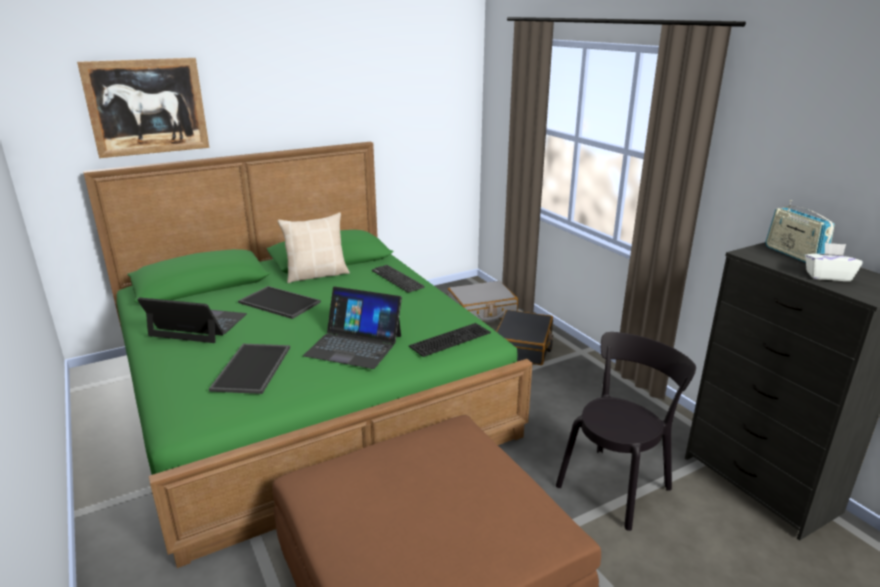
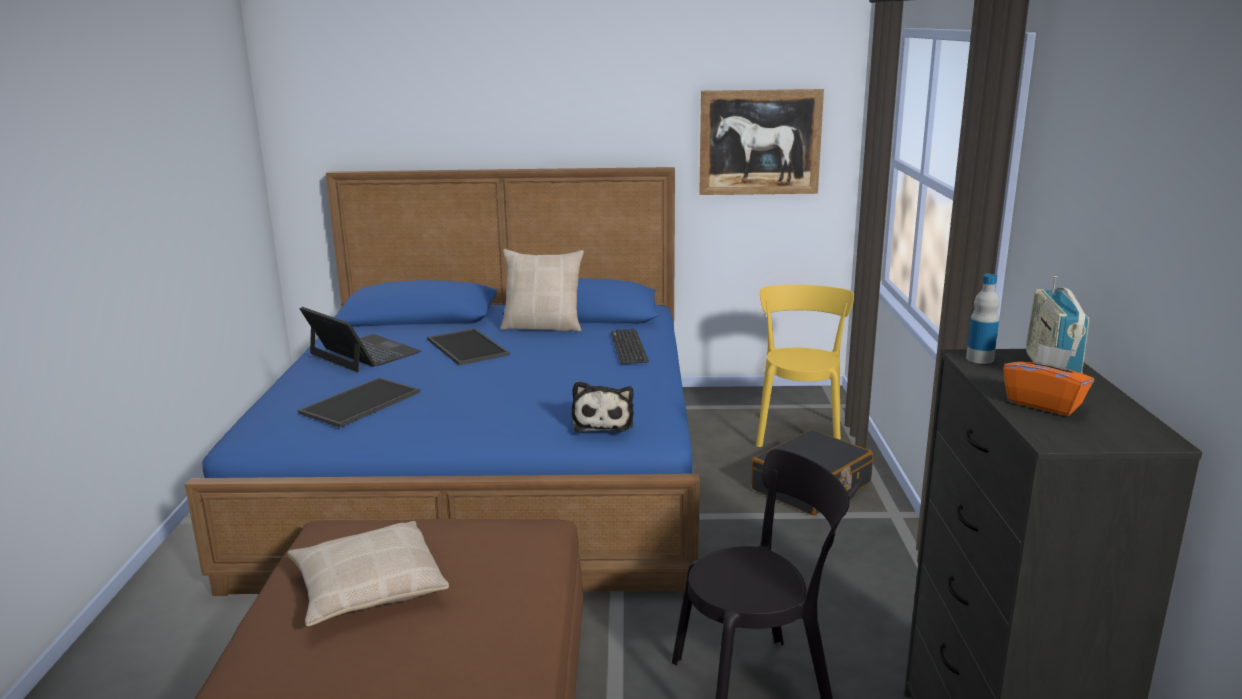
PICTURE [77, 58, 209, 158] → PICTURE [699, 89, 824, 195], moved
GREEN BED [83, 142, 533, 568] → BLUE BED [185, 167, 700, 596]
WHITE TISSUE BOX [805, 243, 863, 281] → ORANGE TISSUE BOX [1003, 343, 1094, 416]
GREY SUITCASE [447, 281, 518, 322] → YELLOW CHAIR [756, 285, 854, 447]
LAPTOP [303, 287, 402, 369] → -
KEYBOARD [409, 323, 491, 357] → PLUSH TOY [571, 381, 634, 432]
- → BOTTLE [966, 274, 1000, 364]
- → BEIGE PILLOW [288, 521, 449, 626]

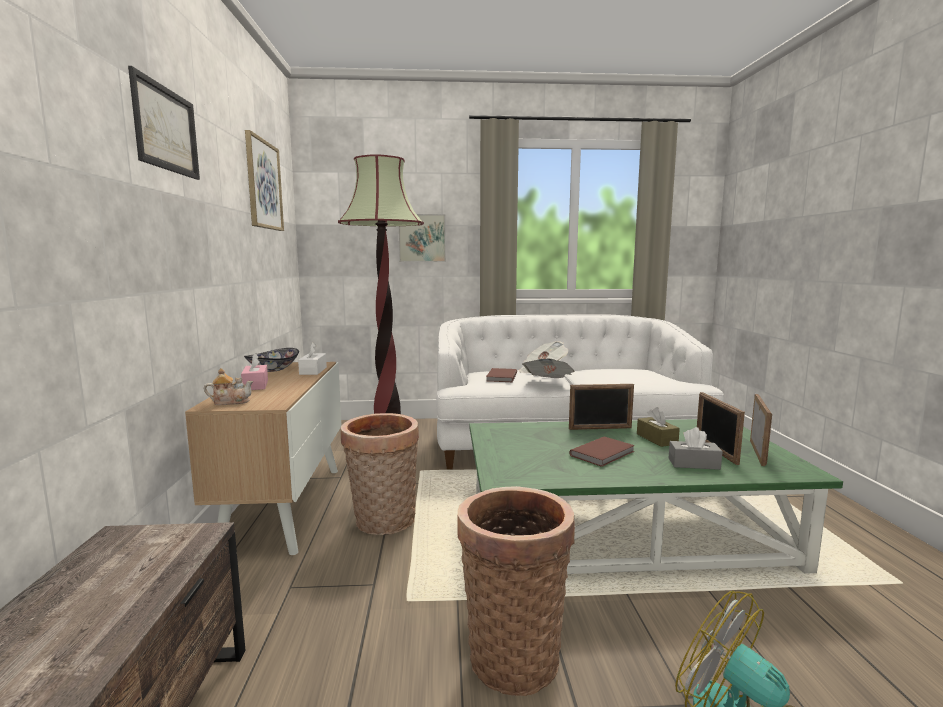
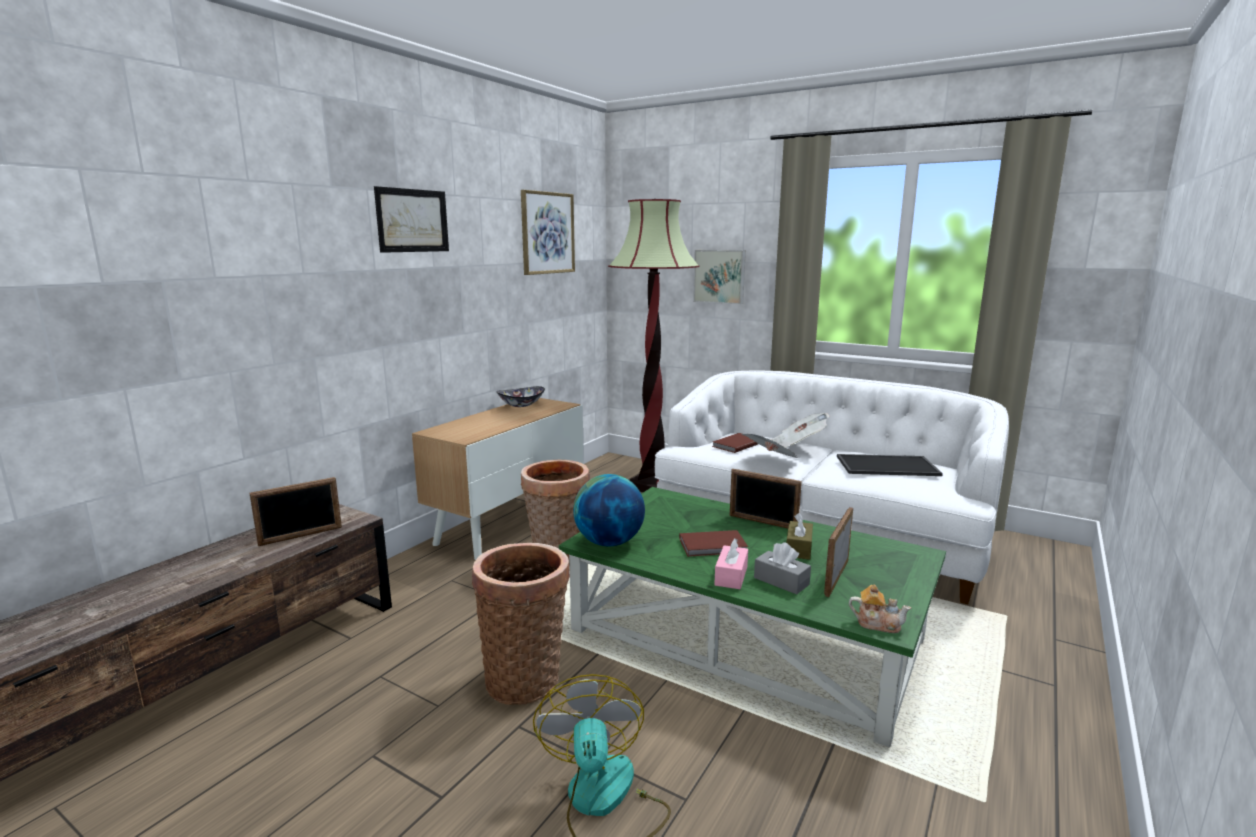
WHITE TISSUE BOX [298, 342, 327, 375] → -
PINK TISSUE BOX [241, 353, 268, 390] → PINK TISSUE BOX [714, 538, 748, 589], moved
TEAPOT [204, 368, 253, 405] → TEAPOT [849, 584, 911, 633], moved
PICTURE FRAME [750, 394, 772, 466] → PICTURE FRAME [249, 477, 342, 546], moved
- → TRAY [837, 454, 943, 476]
- → GLOBE [573, 474, 645, 546]

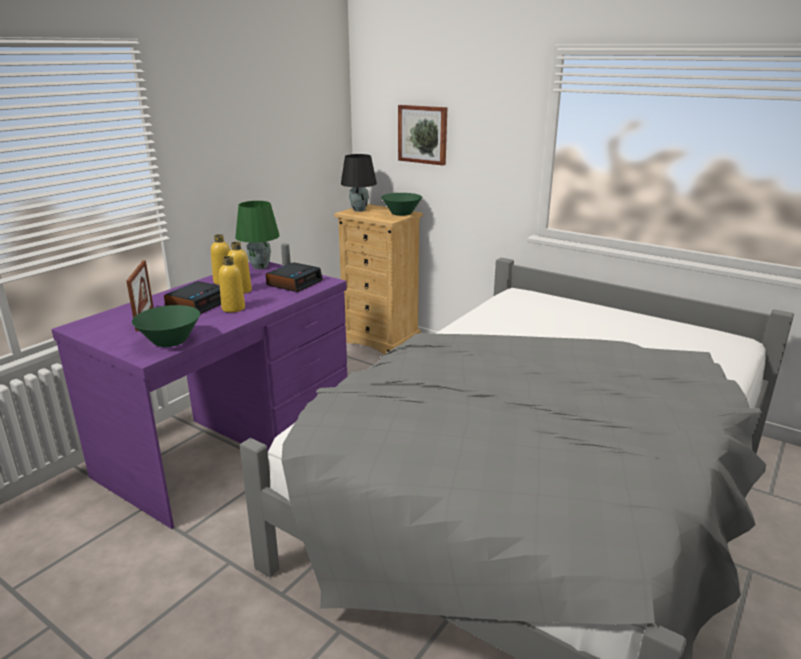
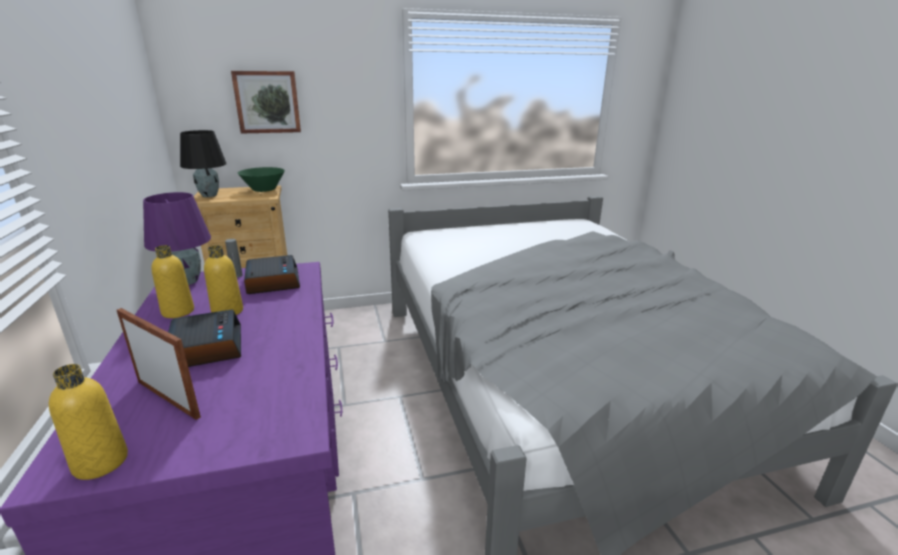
GREEN TABLE LAMP [235, 201, 279, 269] → PURPLE TABLE LAMP [143, 192, 211, 285]
YELLOW BOTTLE [219, 256, 245, 312] → YELLOW BOTTLE [49, 364, 128, 480], moved
GREEN BOWL [132, 305, 200, 347] → -

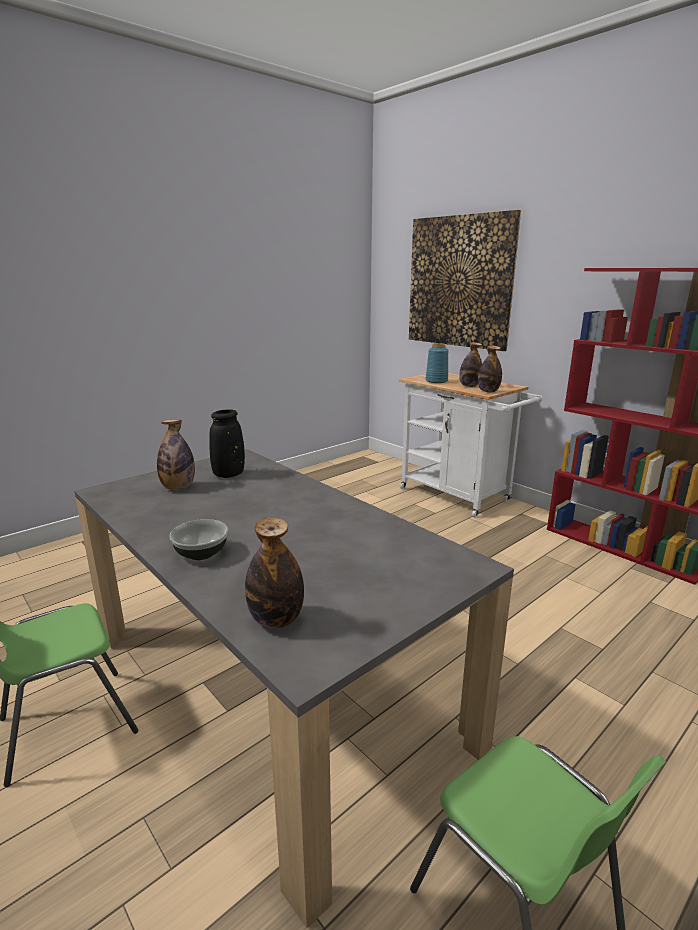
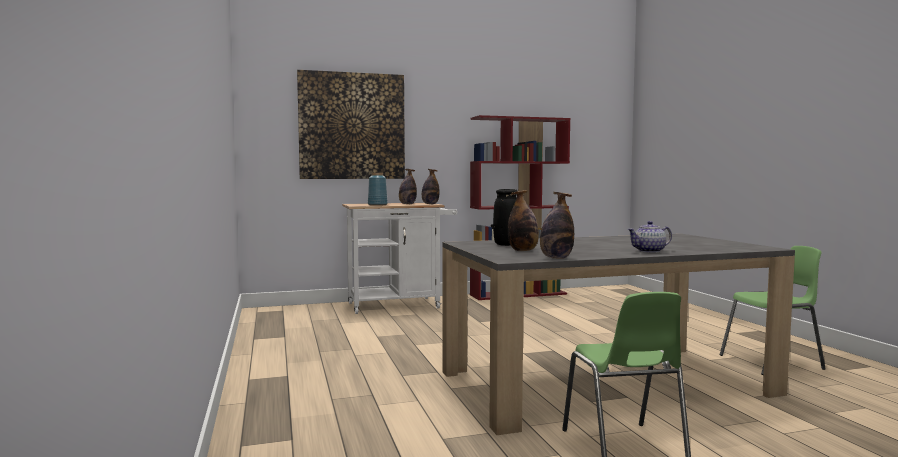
BOTTLE [245, 517, 304, 628] → BOTTLE [540, 192, 574, 259], moved
BOWL [169, 519, 228, 560] → TEAPOT [627, 221, 672, 253]

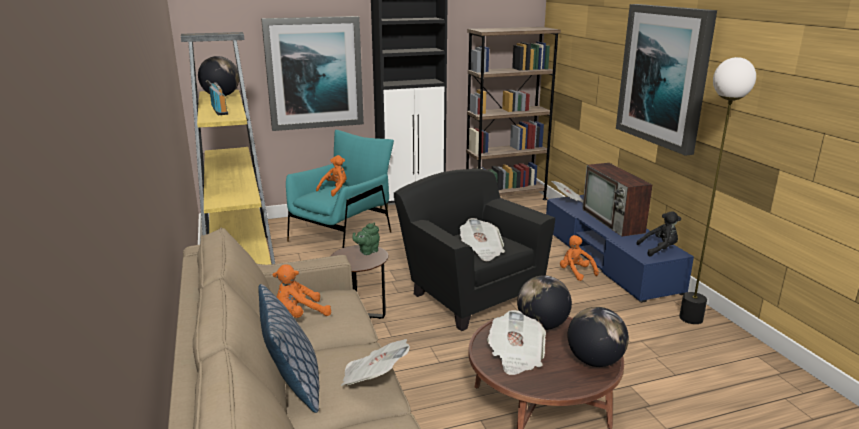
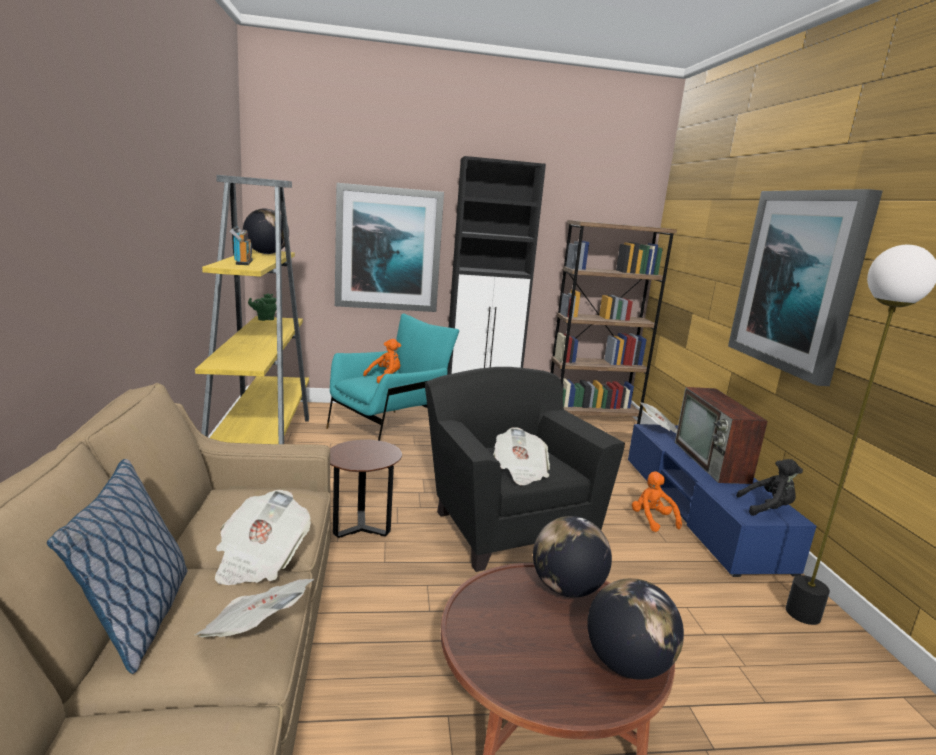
GREEN TEAPOT [352, 223, 380, 255] → GREEN TEAPOT [248, 294, 276, 321], moved
ORANGE PLUSH TOY [273, 264, 331, 318] → -
NEWSPAPER [487, 310, 546, 375] → NEWSPAPER [215, 490, 311, 585], moved

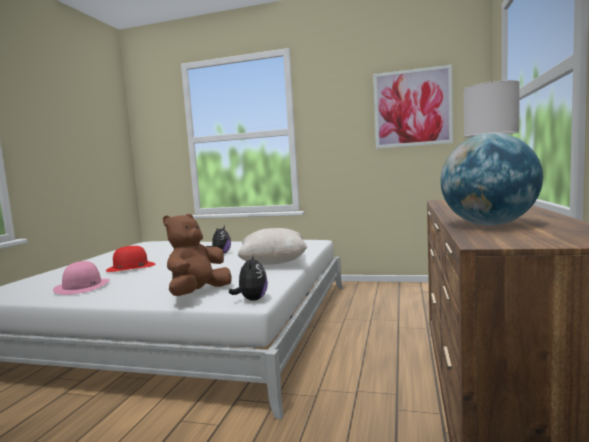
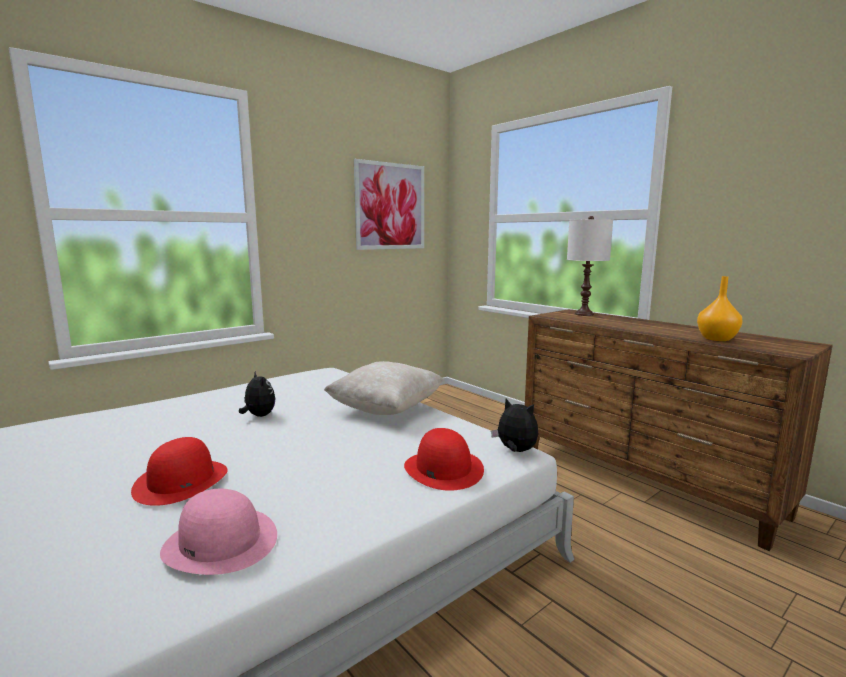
GLOBE [441, 133, 543, 226] → ORANGE VASE [697, 276, 743, 341]
BROWN PLUSH TOY [163, 214, 232, 296] → RED HAT [404, 428, 484, 491]

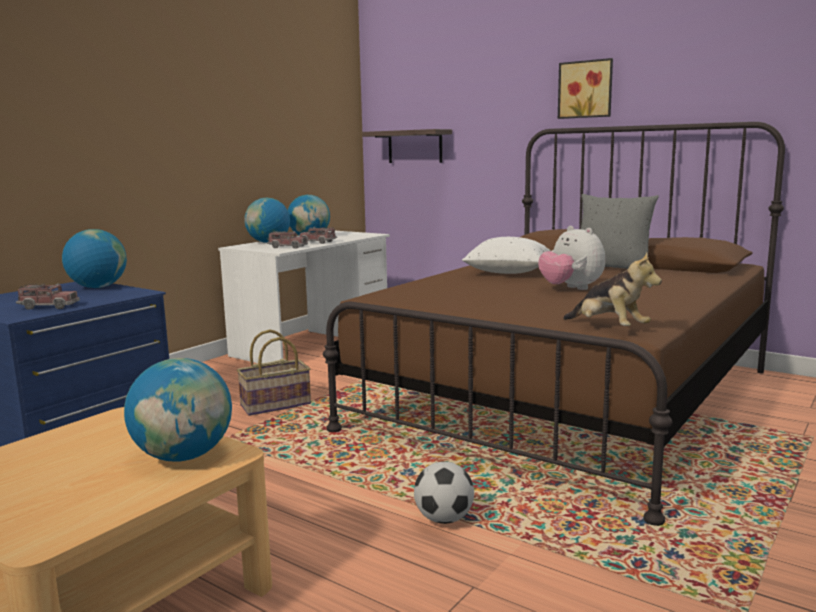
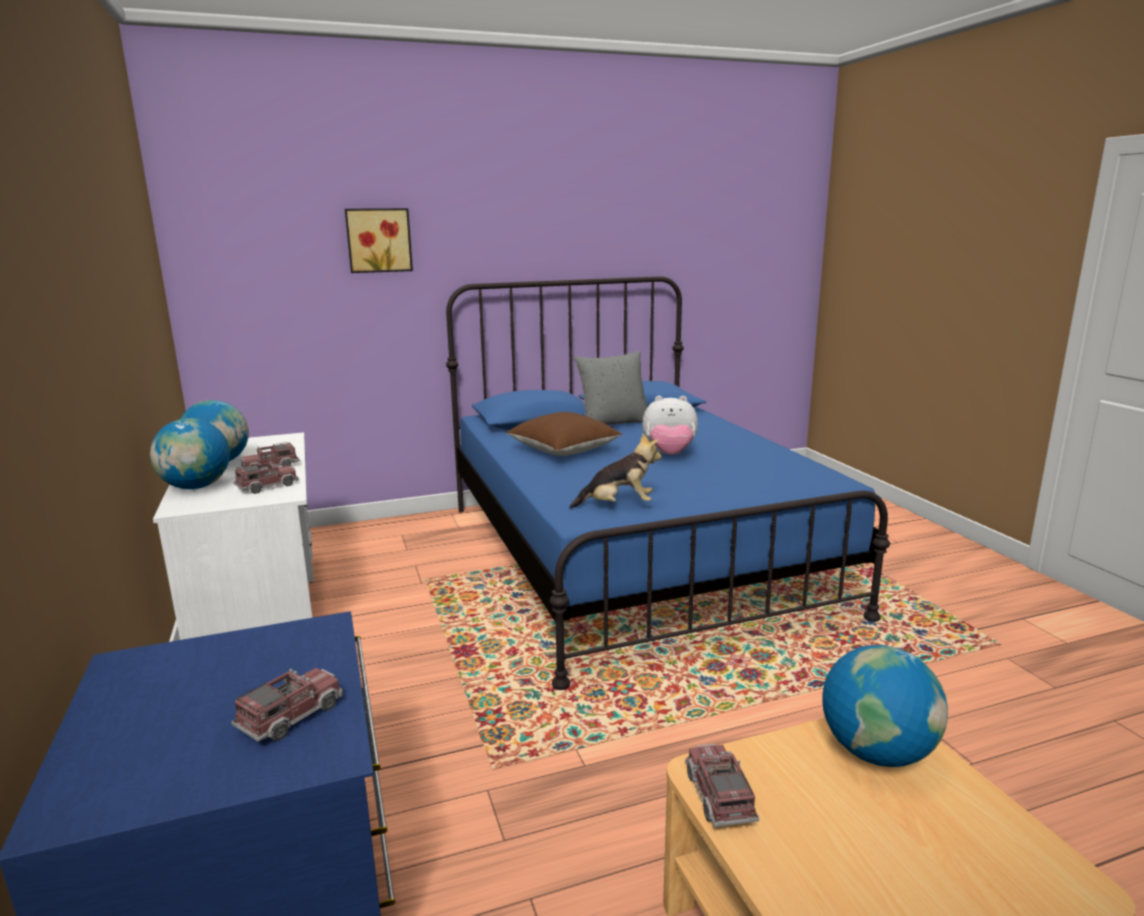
PICTURE [558, 58, 613, 119] → PICTURE [345, 208, 413, 273], moved
BROWN BED [323, 122, 785, 526] → BLUE BED [446, 276, 890, 690]
SHELF [362, 129, 452, 163] → -
GLOBE [62, 229, 127, 288] → -
WHITE PILLOW [462, 237, 551, 274] → BROWN PILLOW [506, 412, 622, 456]
PLUSH TOY [563, 252, 662, 326] → PLUSH TOY [569, 433, 662, 509], moved
BASKET [237, 330, 311, 416] → -
FOOTBALL [414, 461, 474, 524] → -
- → TOY TRUCK [685, 744, 759, 827]

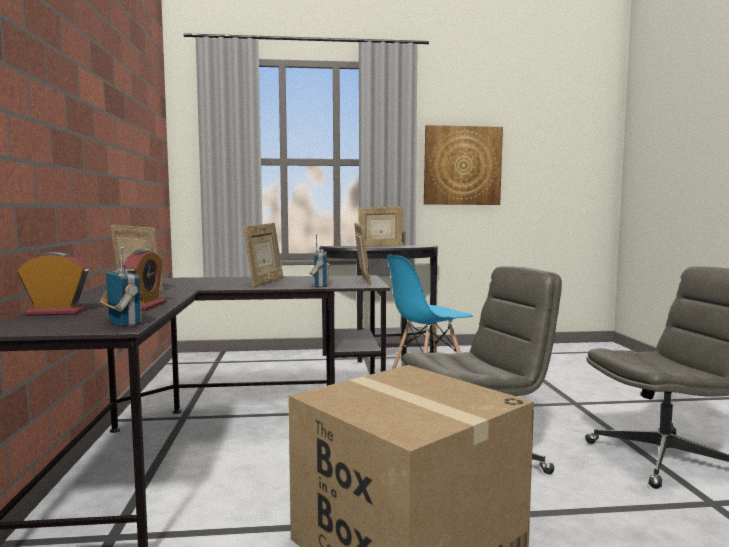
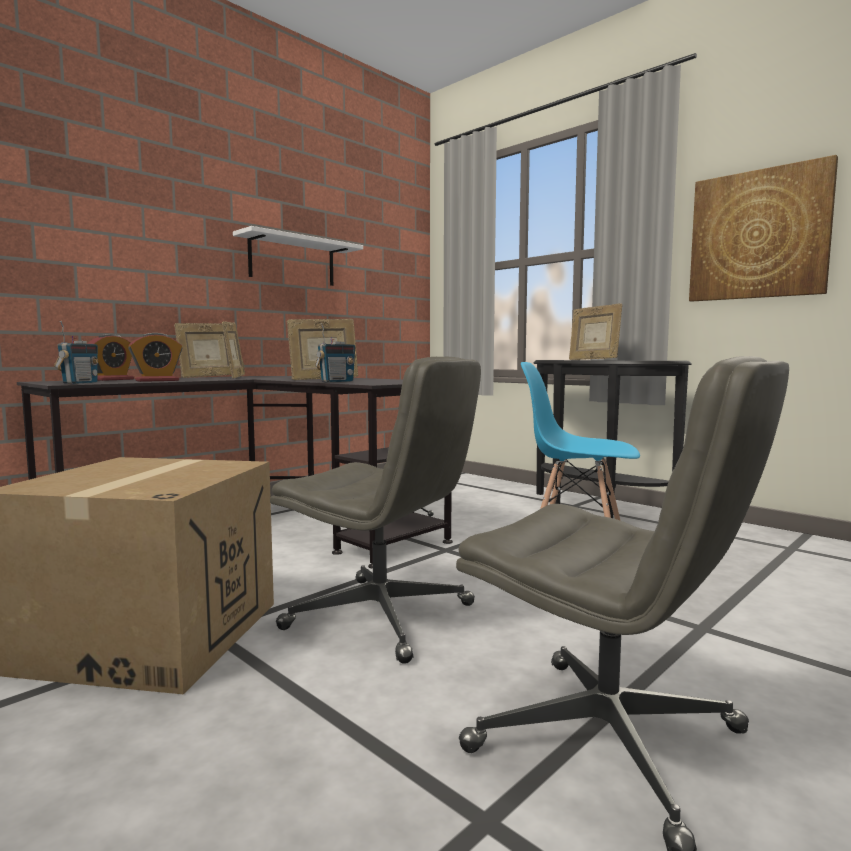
PICTURE FRAME [354, 223, 371, 286] → PICTURE FRAME [174, 323, 231, 378], moved
ALARM CLOCK [17, 252, 89, 316] → ALARM CLOCK [87, 334, 134, 381], 75 degrees clockwise
- → WHITE SHELF [233, 226, 363, 286]

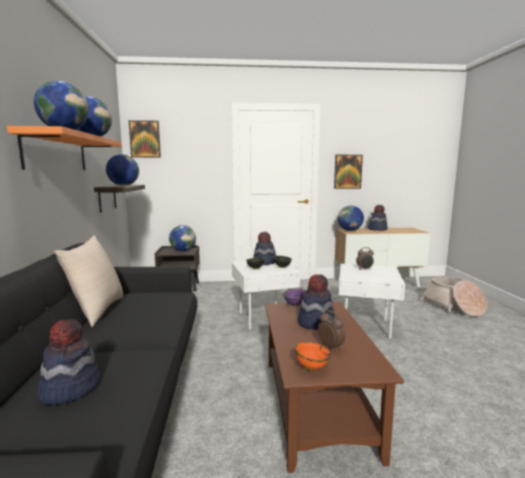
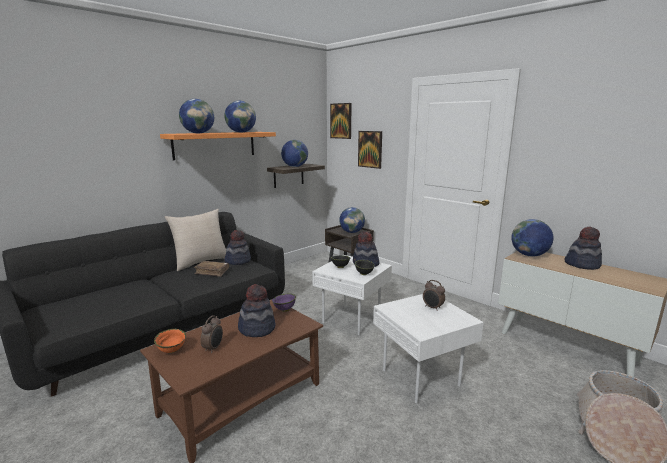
PICTURE [334, 155, 363, 189] → PICTURE [358, 131, 382, 169], moved
HAT [37, 319, 100, 405] → HAT [224, 230, 251, 265], moved
- → BROWN BOOK [194, 261, 229, 277]

